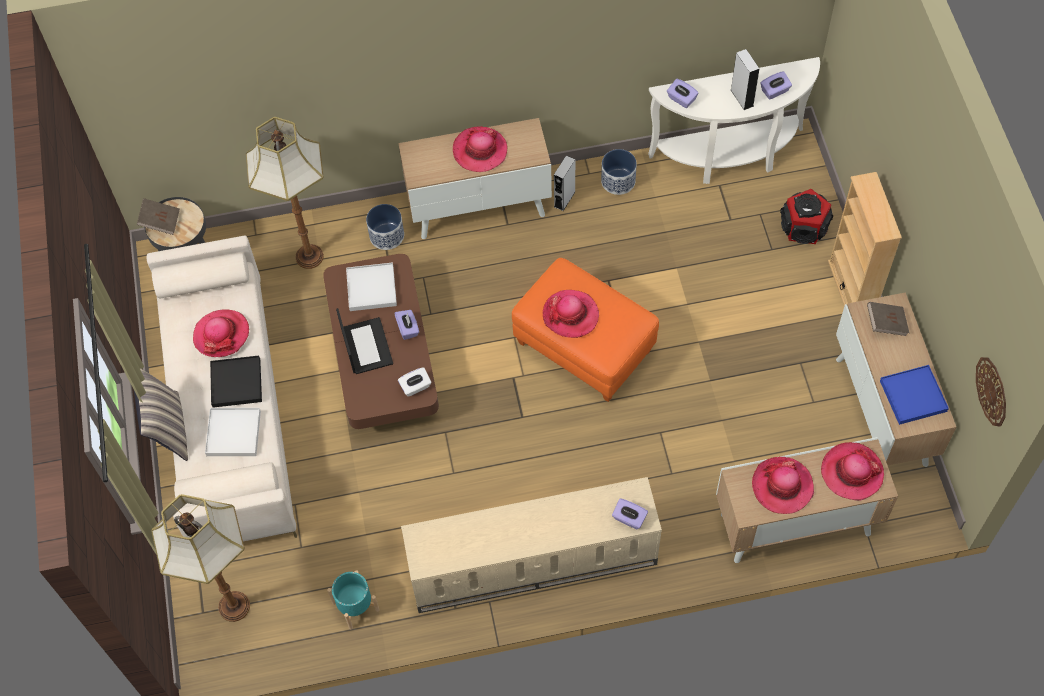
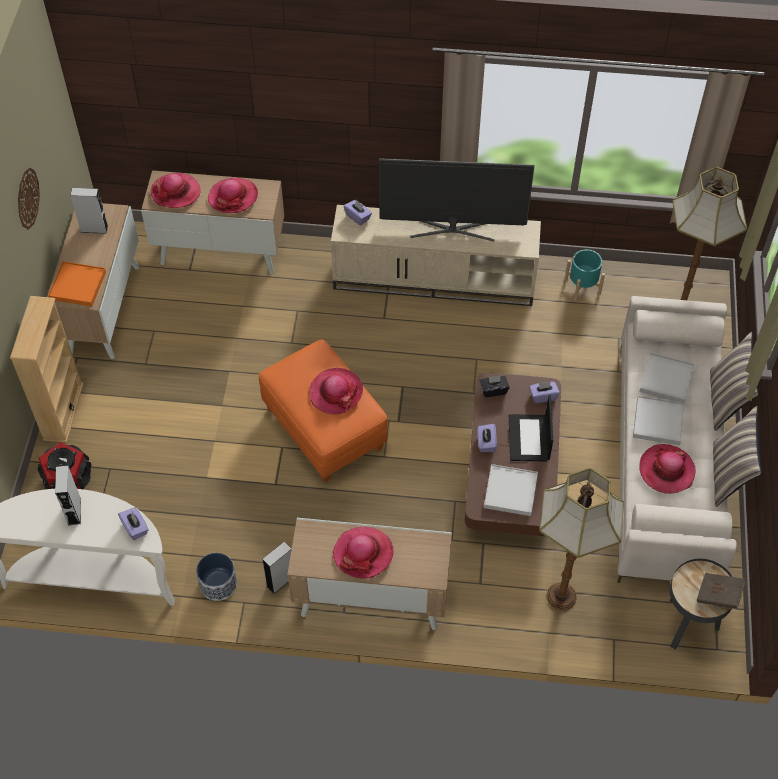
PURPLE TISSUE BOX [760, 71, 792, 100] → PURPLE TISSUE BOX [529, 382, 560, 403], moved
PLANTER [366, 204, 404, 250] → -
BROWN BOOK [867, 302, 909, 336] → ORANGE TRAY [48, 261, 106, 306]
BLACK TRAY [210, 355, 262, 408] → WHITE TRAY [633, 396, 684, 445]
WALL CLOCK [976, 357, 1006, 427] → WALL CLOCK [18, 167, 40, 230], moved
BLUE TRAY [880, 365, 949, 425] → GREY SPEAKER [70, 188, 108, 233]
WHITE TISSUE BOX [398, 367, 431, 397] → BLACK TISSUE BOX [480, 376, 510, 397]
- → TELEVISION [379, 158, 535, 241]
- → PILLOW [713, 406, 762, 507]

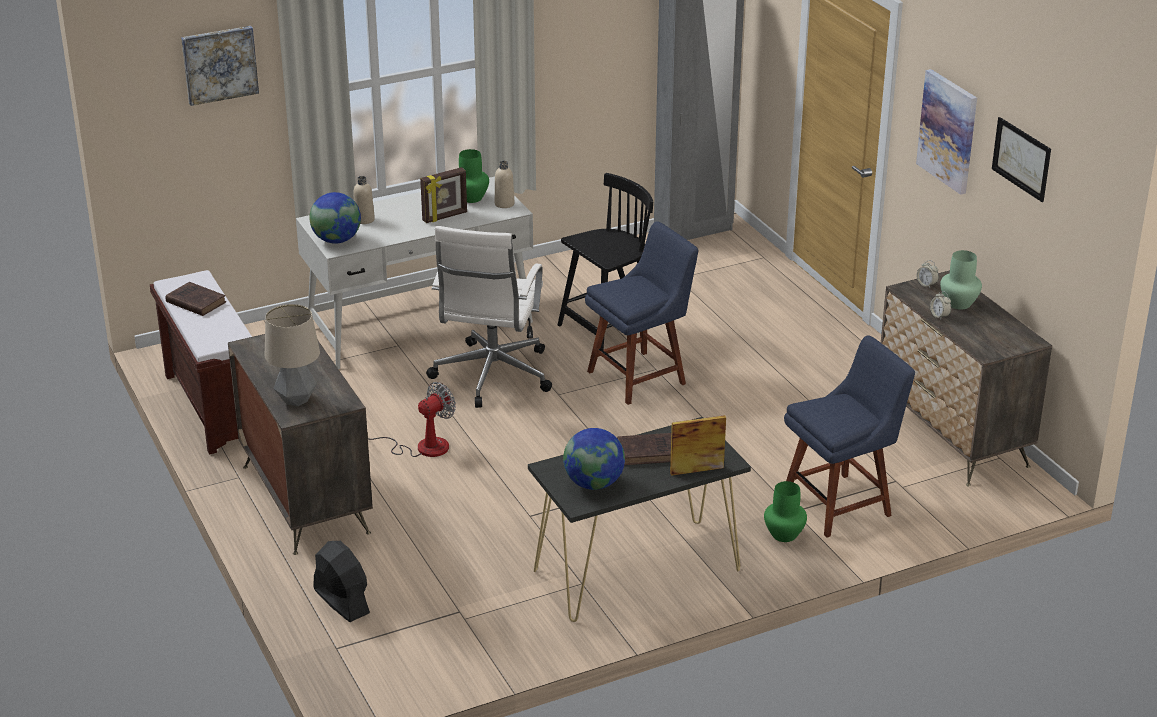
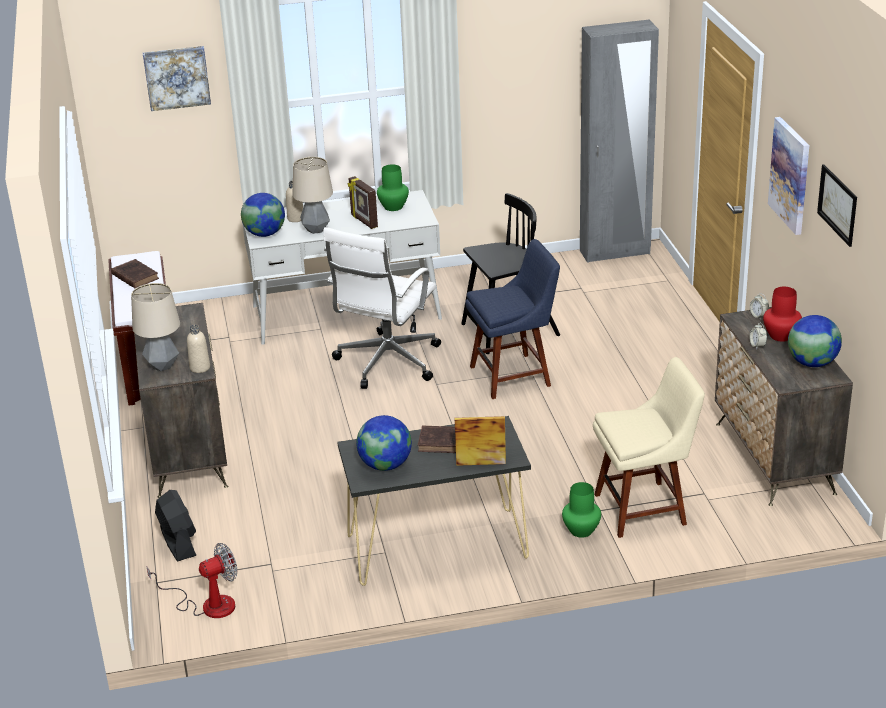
BEIGE BOTTLE [495, 161, 514, 208] → BEIGE BOTTLE [187, 325, 210, 373], moved
PICTURE FRAME [420, 167, 467, 223] → PICTURE FRAME [348, 176, 378, 229], 75 degrees clockwise
GREEN VASE [940, 250, 982, 310] → RED VASE [763, 287, 802, 342]
BLUE CHAIR [784, 336, 915, 538] → BEIGE CHAIR [593, 357, 705, 538]
FAN [368, 382, 456, 457] → FAN [146, 543, 237, 618], moved
- → TABLE LAMP [293, 157, 333, 234]
- → GLOBE [788, 315, 842, 367]

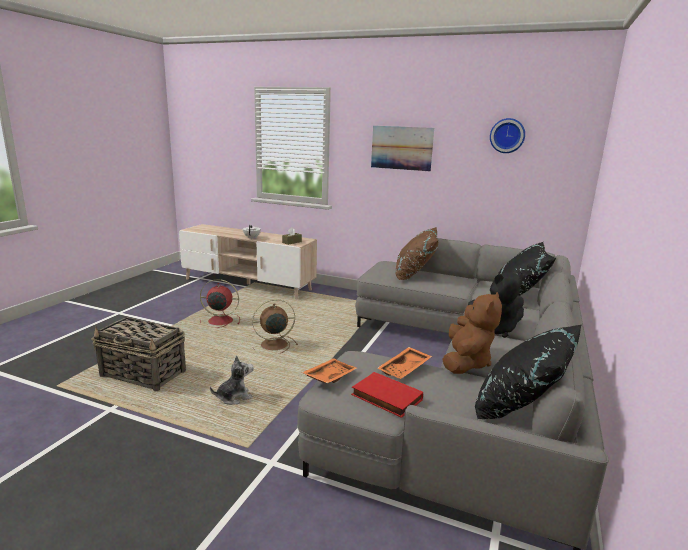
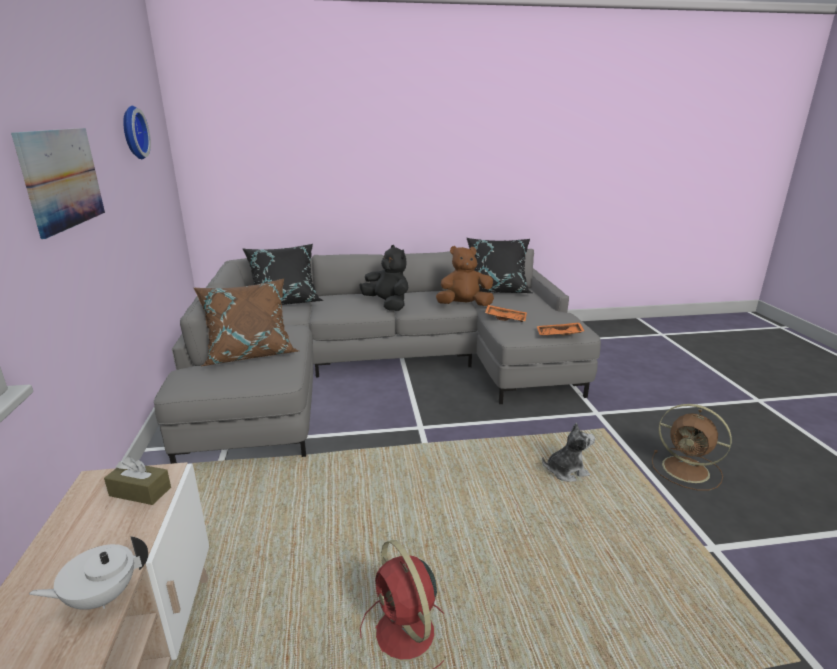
BROWN FAN [252, 299, 298, 353] → BROWN FAN [652, 404, 732, 491], moved
BASKET [91, 317, 186, 391] → -
PLUSH TOY [210, 355, 254, 405] → PLUSH TOY [542, 423, 595, 482], 135 degrees clockwise
RED BOOK [351, 372, 423, 418] → -

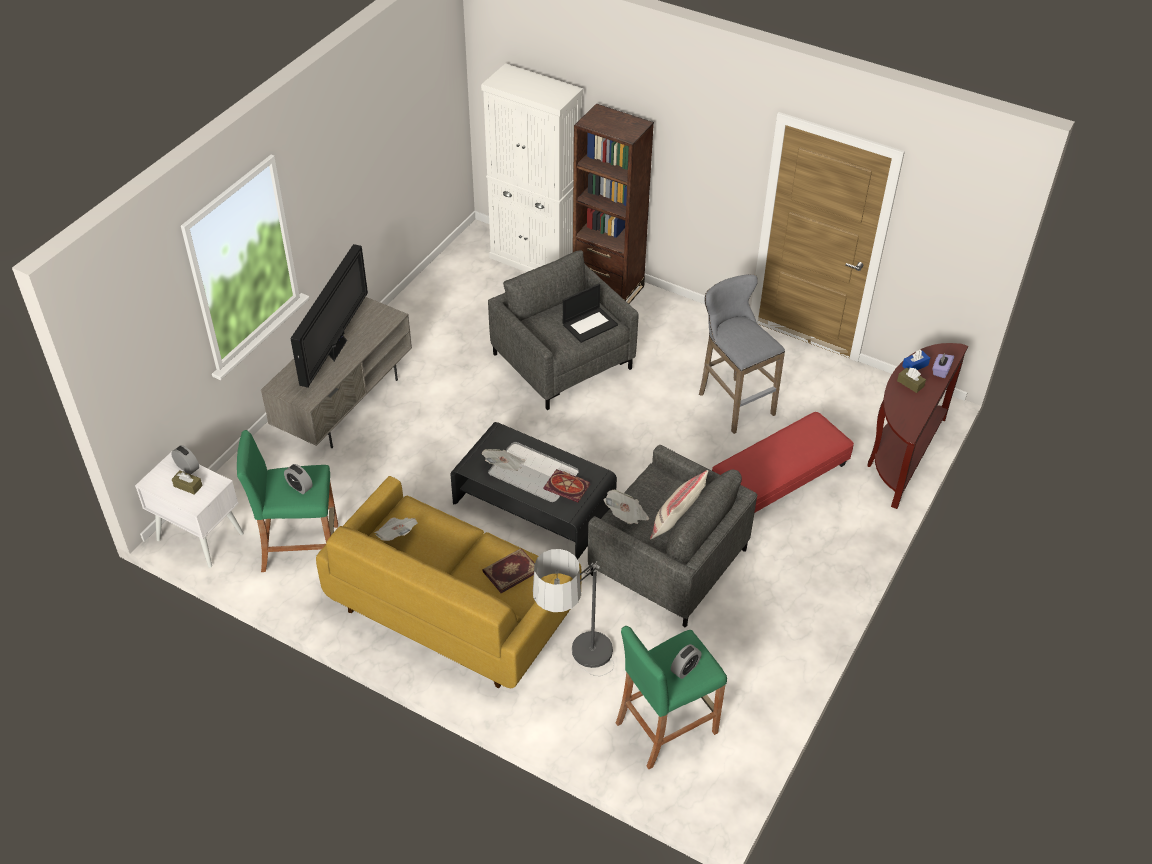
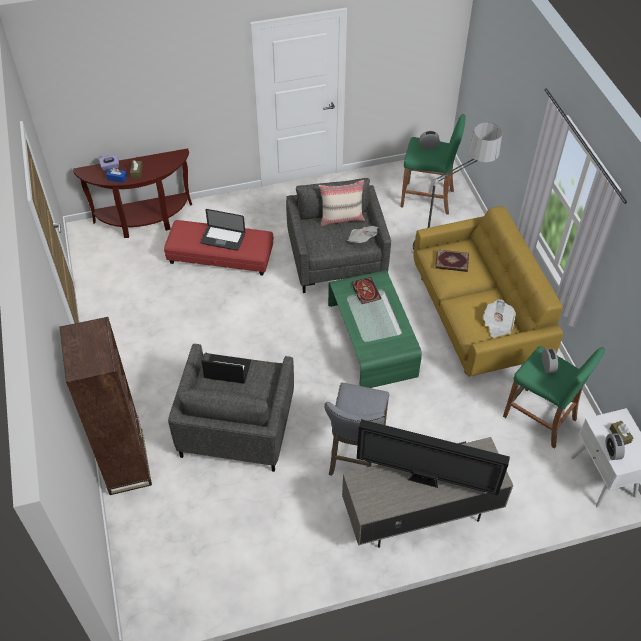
WHITE CABINET [481, 63, 583, 272] → -
TELEVISION [290, 244, 368, 388] → TELEVISION [357, 419, 510, 495], 135 degrees counterclockwise
GREY STOOL [699, 274, 785, 434] → GREY STOOL [324, 383, 389, 476], moved
BLACK COFFEE TABLE [450, 422, 617, 560] → GREEN COFFEE TABLE [328, 270, 422, 388]
NEWSPAPER [482, 449, 525, 471] → -
- → LAPTOP [200, 209, 245, 251]

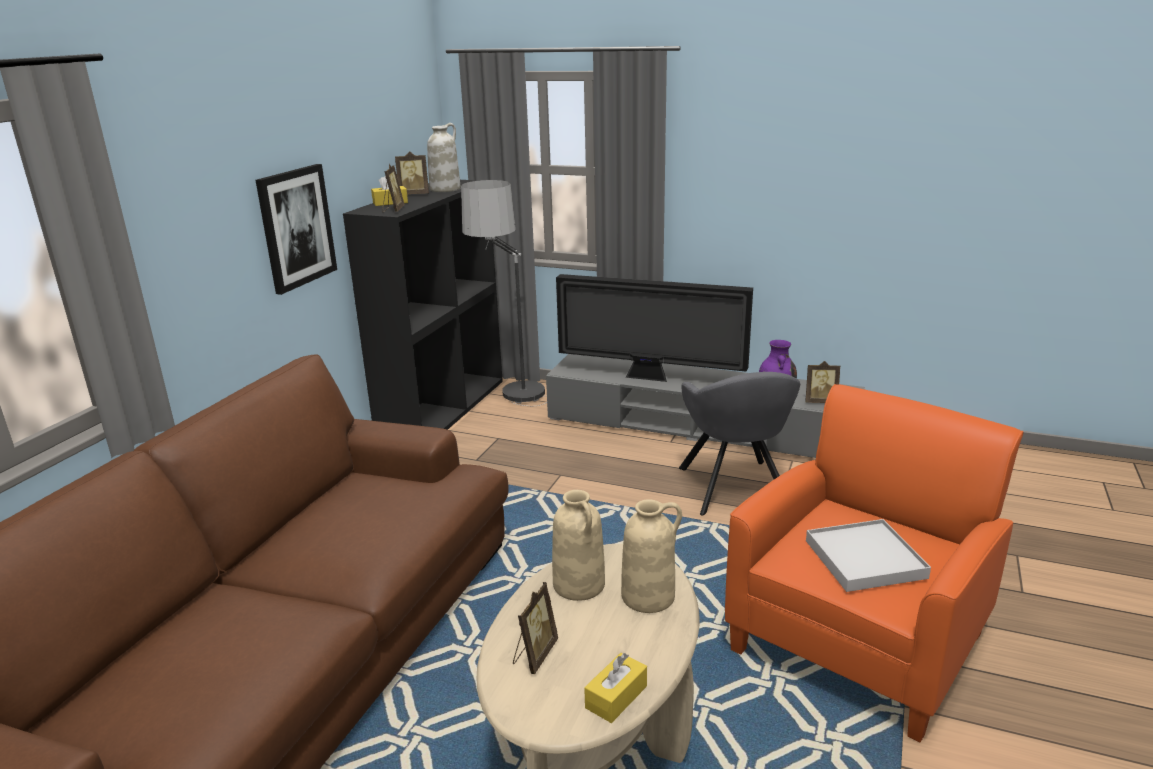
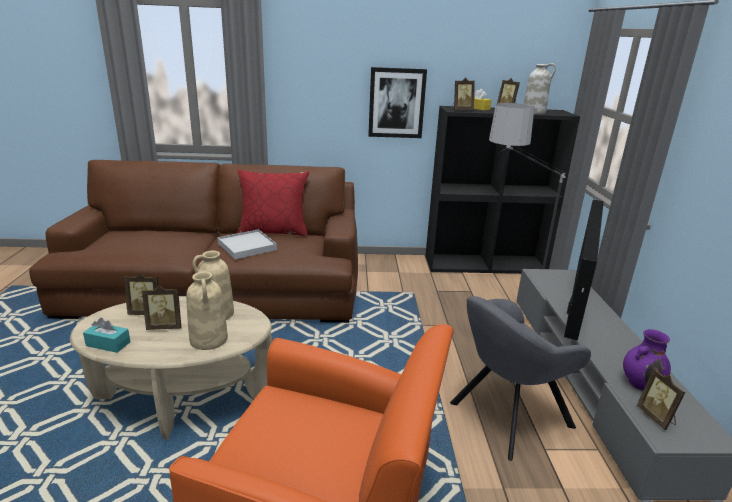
TELEVISION [556, 274, 753, 382] → TELEVISION [564, 200, 604, 340], 150 degrees counterclockwise
WHITE TRAY [806, 519, 931, 592] → WHITE TRAY [217, 229, 277, 260], moved
YELLOW TISSUE BOX [584, 653, 647, 723] → TURQUOISE TISSUE BOX [83, 318, 131, 353]
- → RED PILLOW [237, 169, 309, 237]
- → PICTURE FRAME [142, 285, 181, 330]

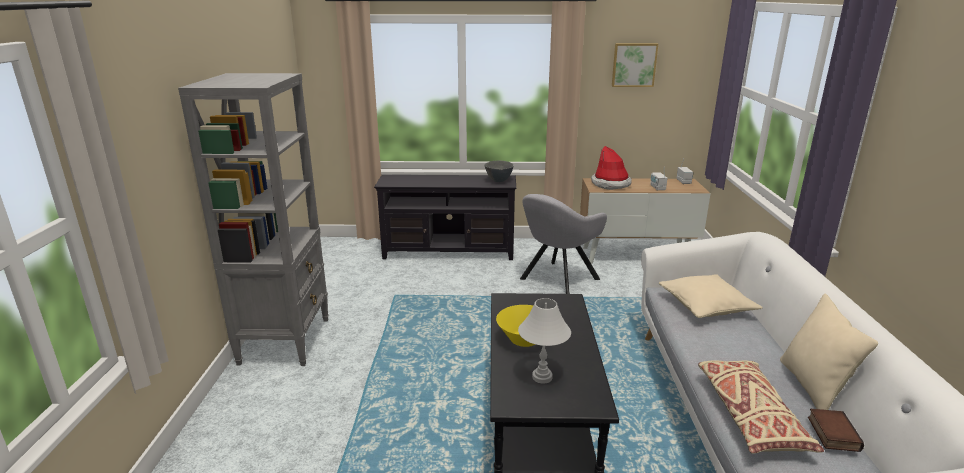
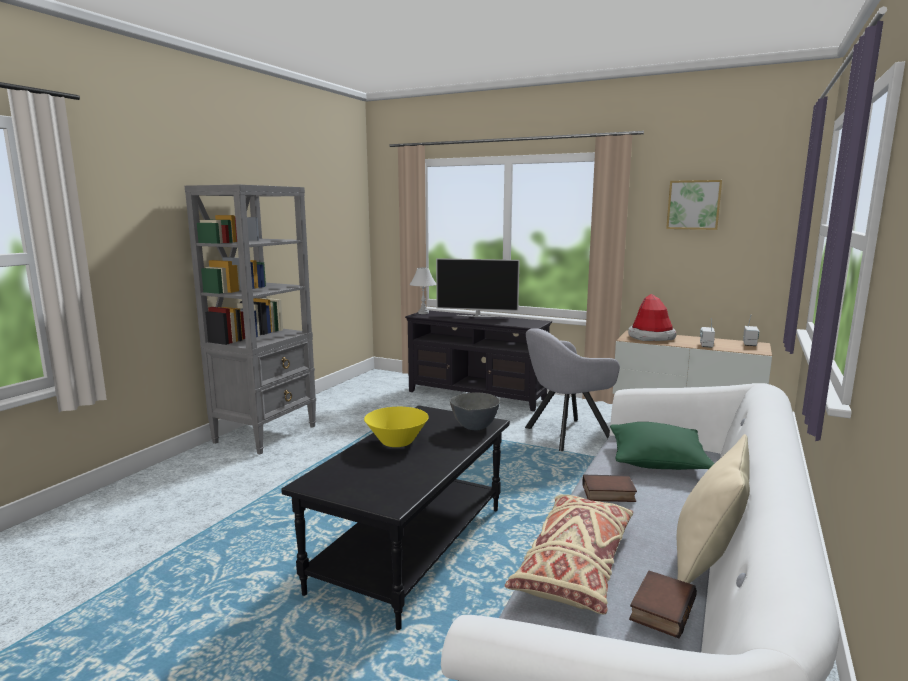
GREY BOWL [484, 161, 514, 182] → GREY BOWL [450, 392, 500, 430], moved
BEIGE PILLOW [659, 274, 763, 318] → GREEN PILLOW [610, 422, 715, 470]
WHITE TABLE LAMP [518, 298, 571, 384] → WHITE TABLE LAMP [409, 268, 436, 314], moved
- → TELEVISION [436, 258, 520, 317]
- → BOOK [583, 475, 637, 502]

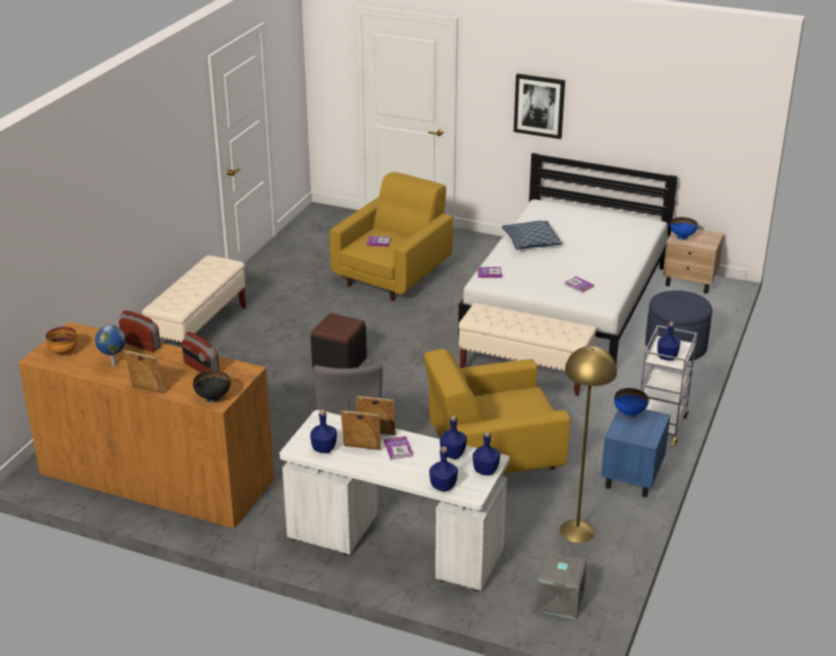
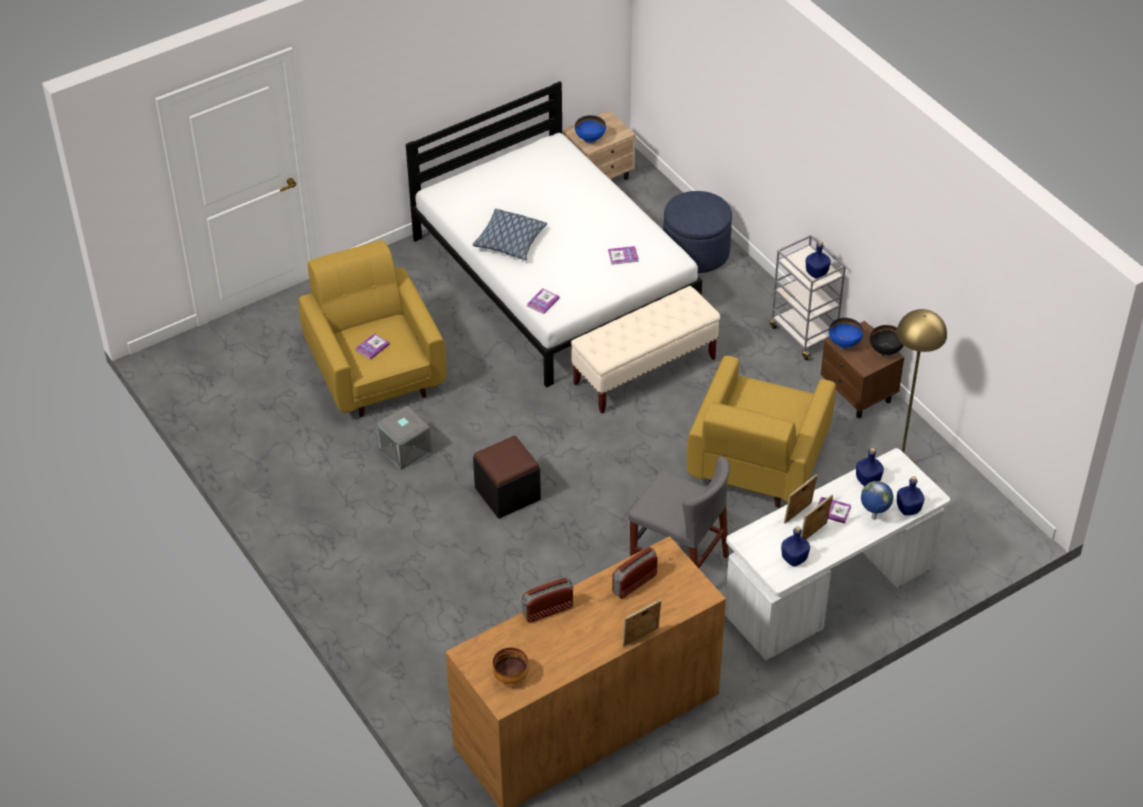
PICTURE [514, 74, 565, 139] → -
BEIGE BENCH [142, 255, 246, 348] → -
GLOBE [95, 325, 126, 366] → GLOBE [861, 481, 893, 520], moved
RADIO [182, 332, 220, 373] → RADIO [612, 547, 658, 599], 150 degrees clockwise
BLACK BOWL [193, 370, 231, 403] → BLACK BOWL [870, 325, 904, 357], moved
BLUE NIGHTSTAND [601, 409, 670, 498] → BROWN NIGHTSTAND [821, 321, 904, 418]
BLUE BOTTLE [473, 431, 500, 476] → -
GREY STORAGE BOX [535, 552, 587, 620] → GREY STORAGE BOX [377, 406, 432, 470], moved

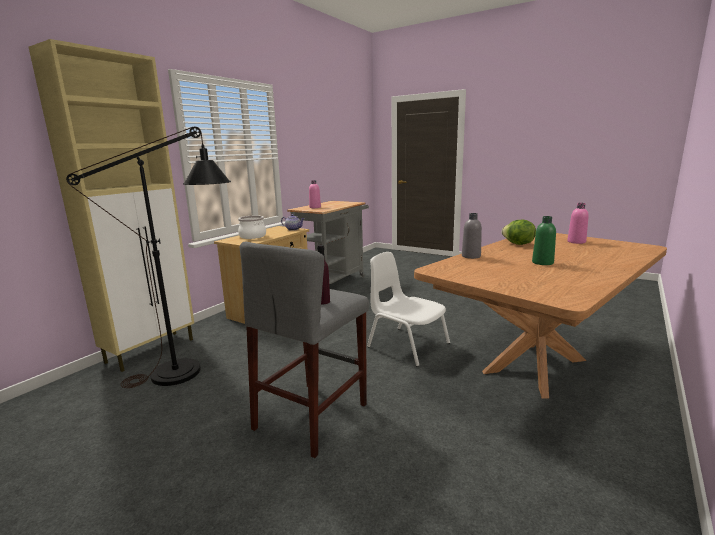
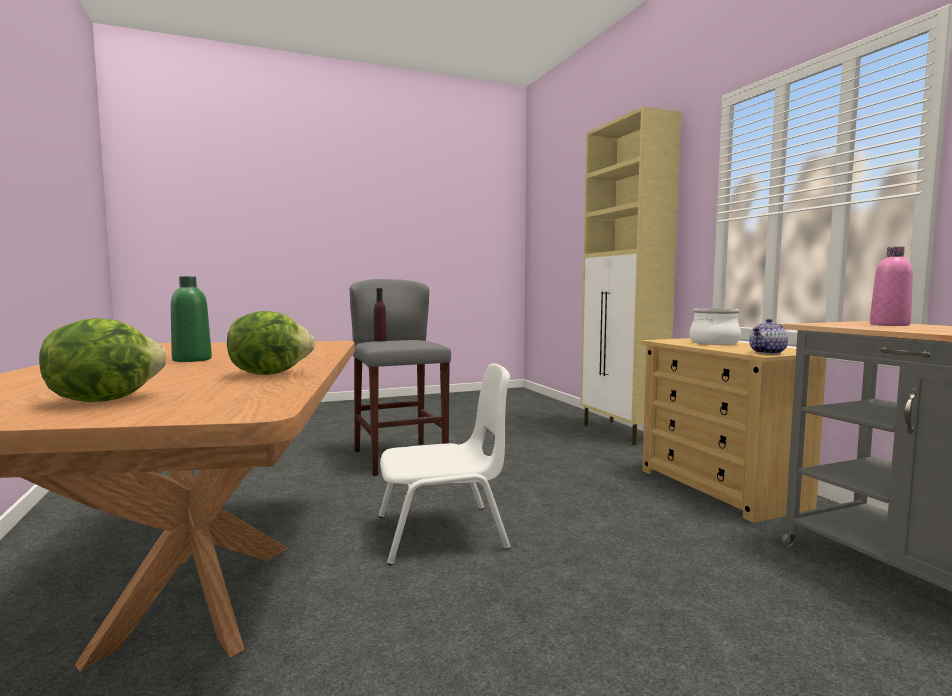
BLACK FLOOR LAMP [66, 126, 231, 388] → -
PINK BOTTLE [567, 203, 589, 244] → LETTUCE [39, 318, 167, 402]
GREY BOTTLE [462, 213, 482, 259] → -

